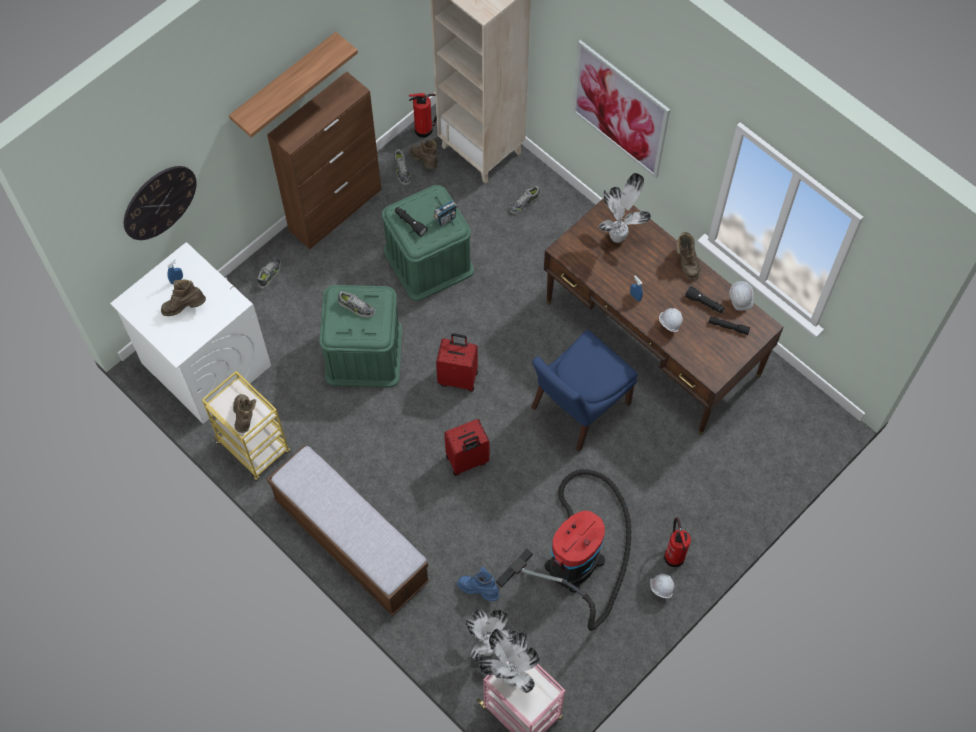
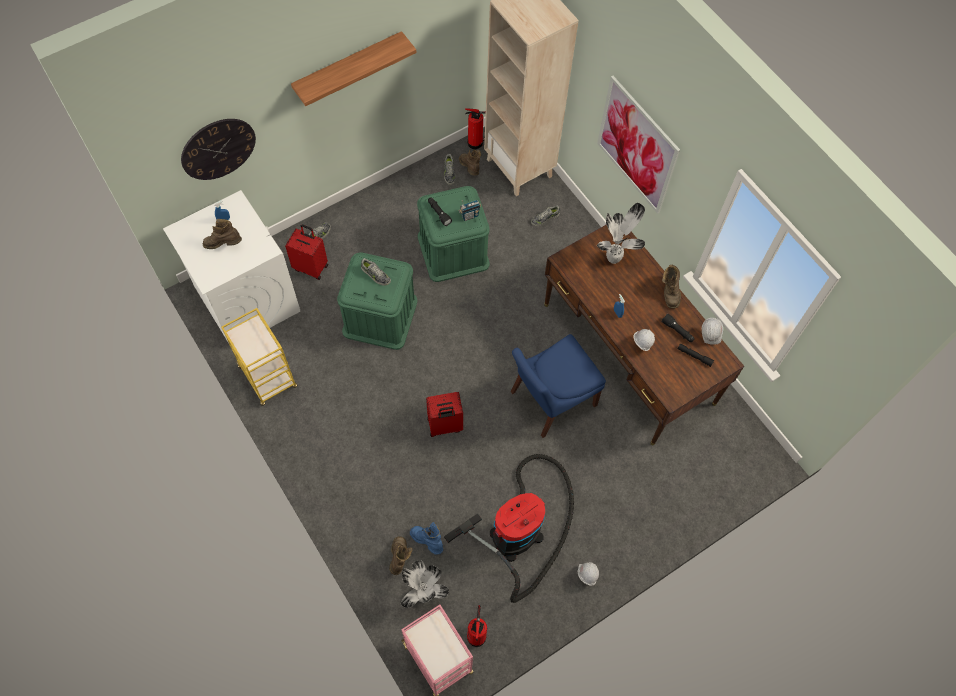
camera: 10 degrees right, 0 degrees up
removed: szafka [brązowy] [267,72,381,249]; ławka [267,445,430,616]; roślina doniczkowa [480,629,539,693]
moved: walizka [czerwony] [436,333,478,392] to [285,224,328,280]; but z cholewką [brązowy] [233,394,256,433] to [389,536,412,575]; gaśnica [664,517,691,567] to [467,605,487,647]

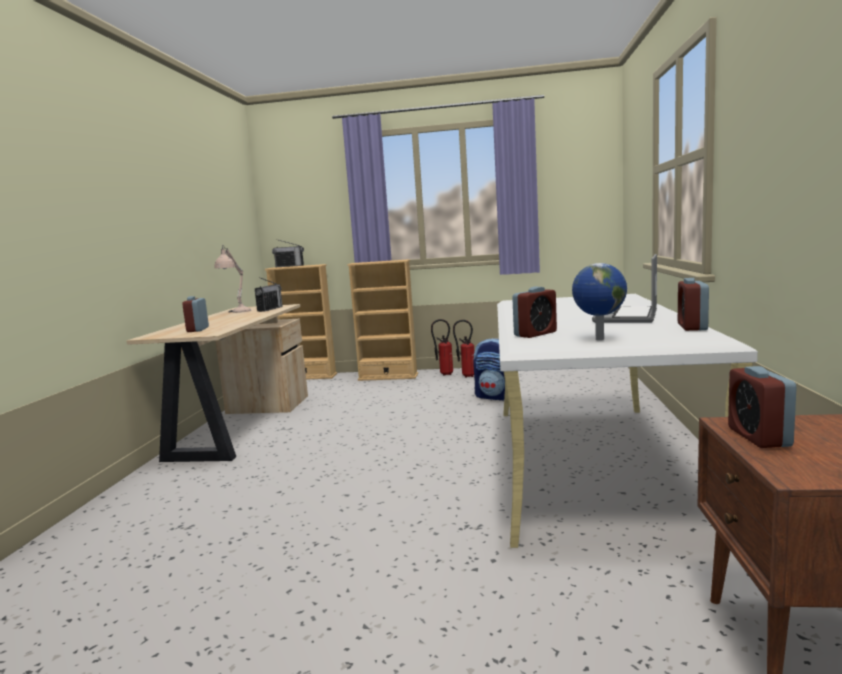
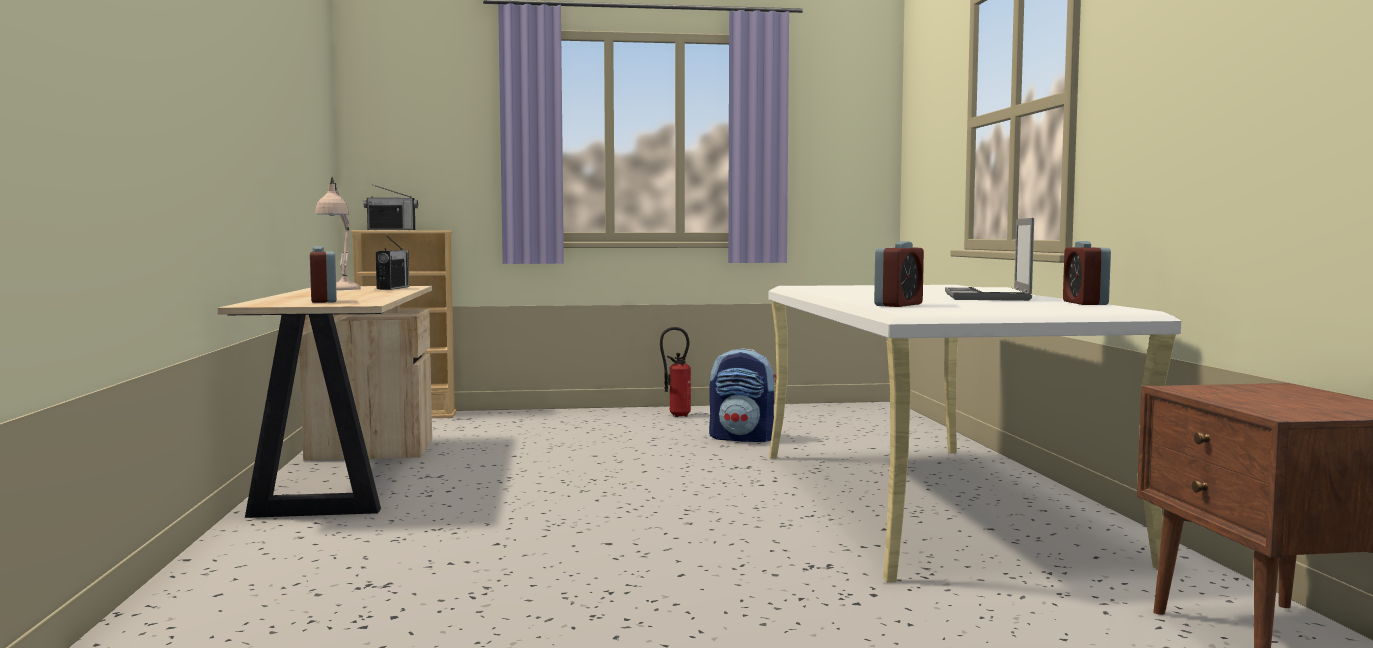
camera: 15 degrees left, 5 degrees down
removed: regał [beżowy] [347,259,418,381]; gaśnica [431,319,453,376]; globus [572,263,627,340]; budzik [728,366,797,448]

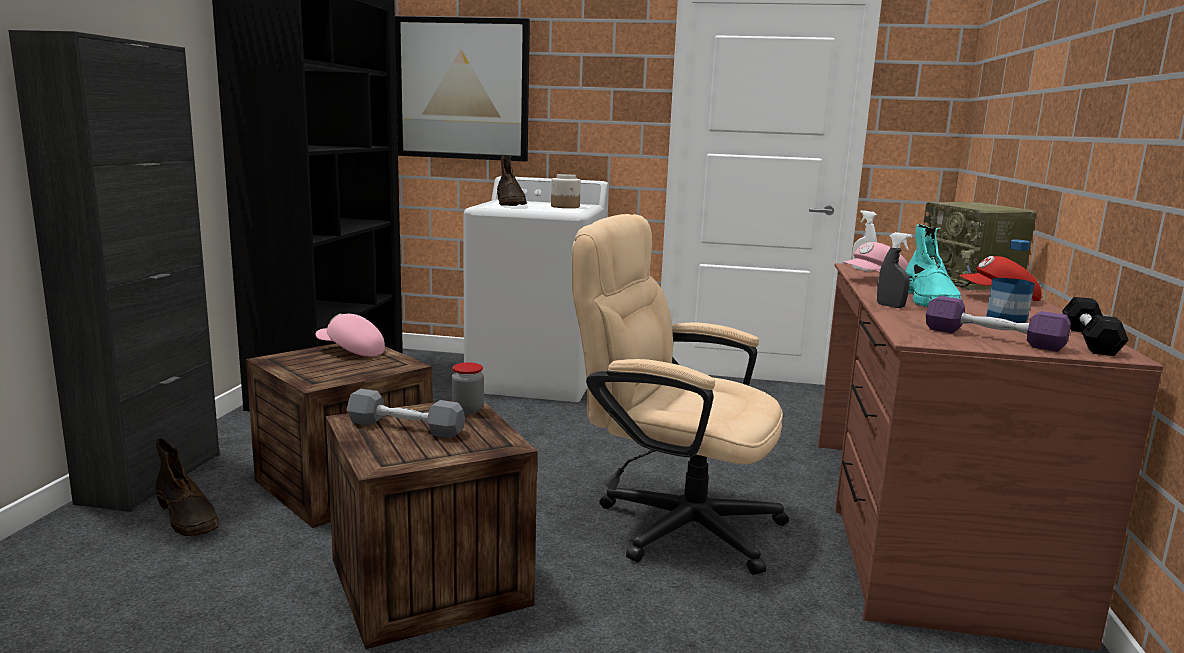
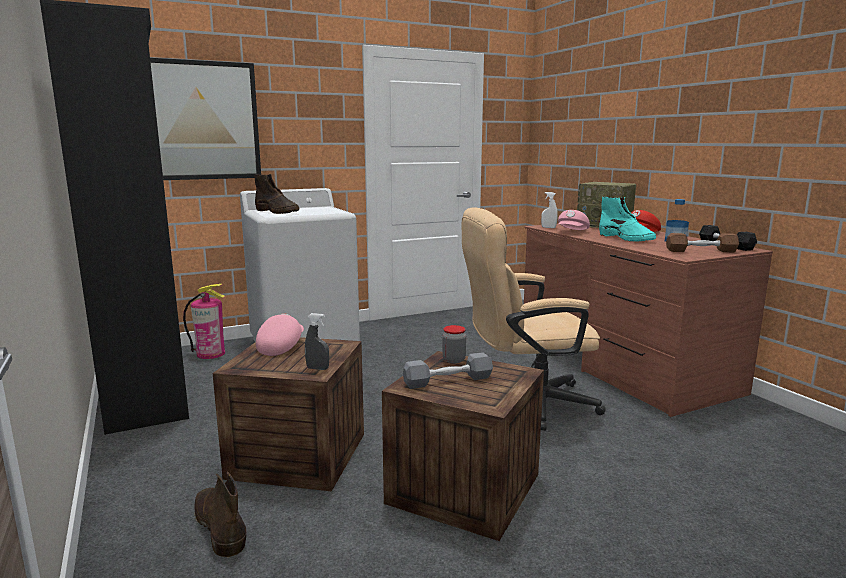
camera: 35 degrees left, 0 degrees up
removed: szafka [czarny] [8,30,220,512]; słoik [551,174,581,208]
added: gaśnica [183,284,225,359]
moved: spryskiwacz [szary] [877,232,912,308] to [305,313,329,370]
recoloured: hantel [fioletowy] [926,296,1071,352] to hantel [brązowy] [666,233,739,252]
turned: but z cholewką [brązowy] [155,438,219,536] = [194,471,246,558] 135 degrees counterclockwise; czapka z daszkiem [różowy] [315,313,385,357] = [256,313,304,356] 120 degrees clockwise

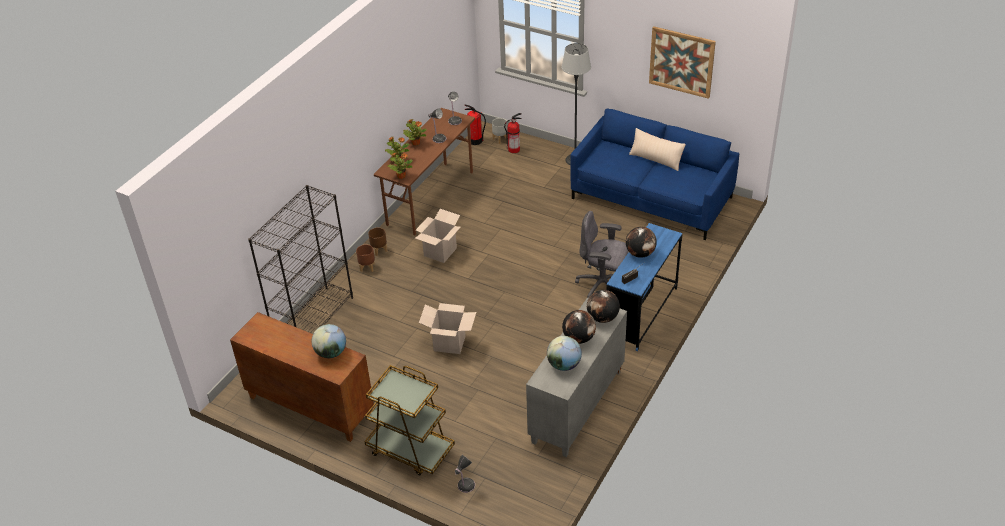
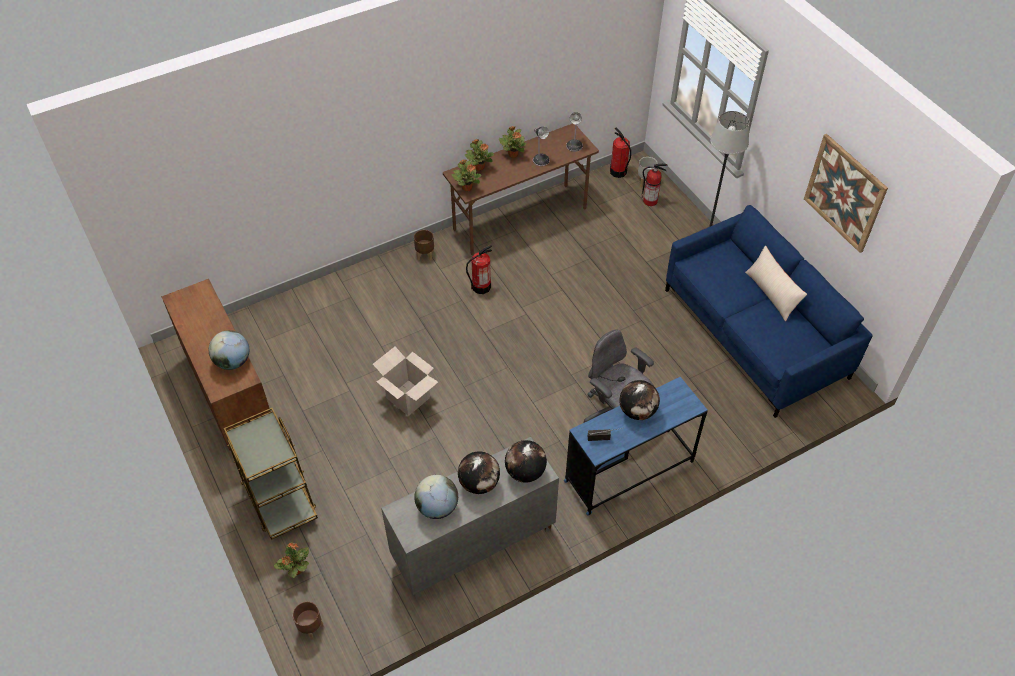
camera: 30 degrees right, 10 degrees up
removed: regał [czarny] [248,185,353,331]
moved: donica [brązowy] [356,245,375,272] to [293,602,324,640]
replaced: lampa stołowa [455,455,475,493] to roślina doniczkowa [274,542,309,578]; karton [415,209,461,263] to gaśnica [466,245,492,294]

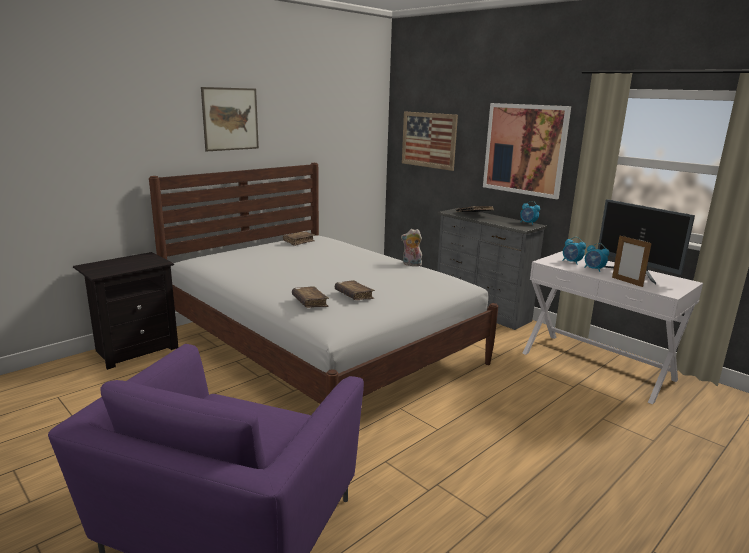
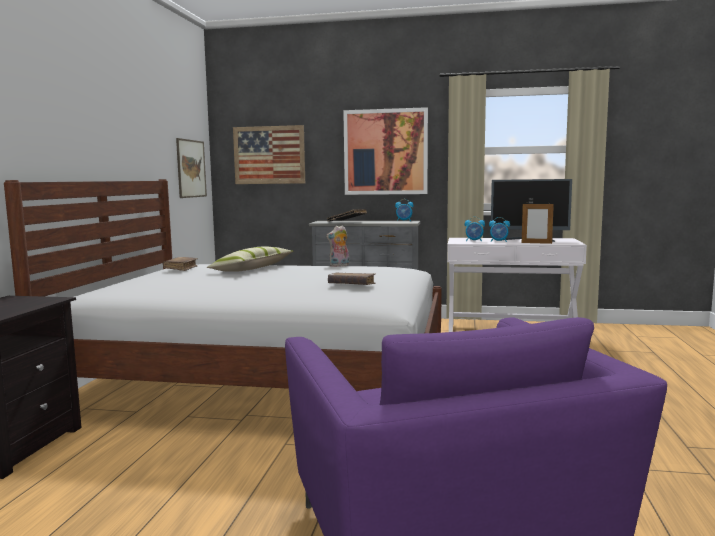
camera: 35 degrees left, 10 degrees down
removed: książka [brązowy] [292,286,329,308]
added: poduszka [207,247,293,272]
moved: obraz [201,87,259,151] to [176,138,207,198]

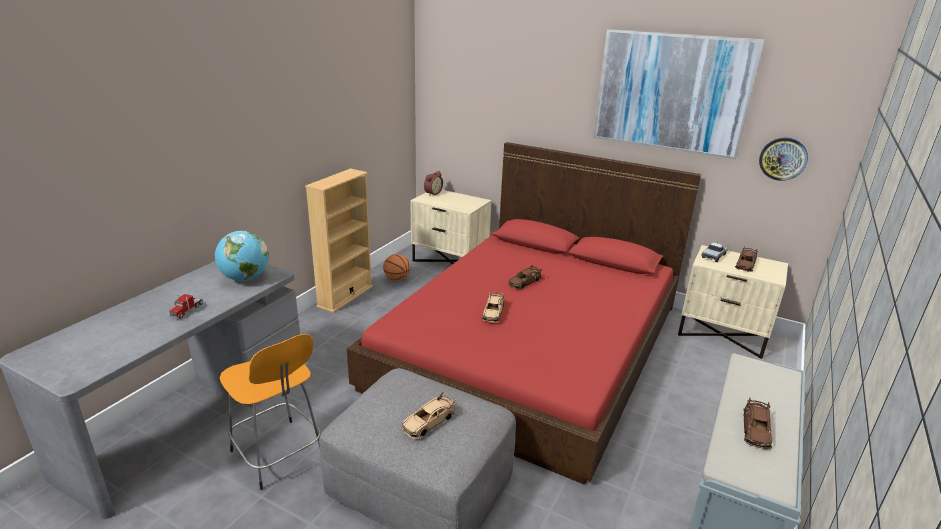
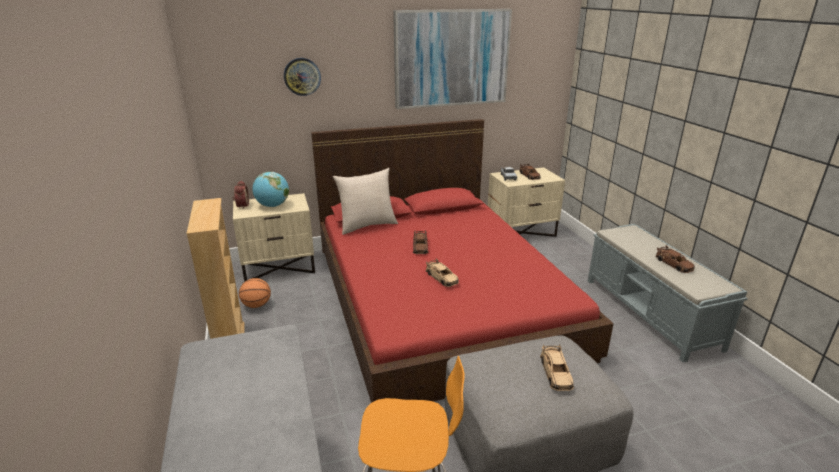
camera: 45 degrees left, 0 degrees up
removed: ciężarówka zabawkowa [169,294,203,319]
added: poduszka [beżowy] [333,168,398,235]
moved: globus [215,231,269,281] to [253,172,289,207]; zegar ścienny [759,137,808,181] to [284,58,321,96]

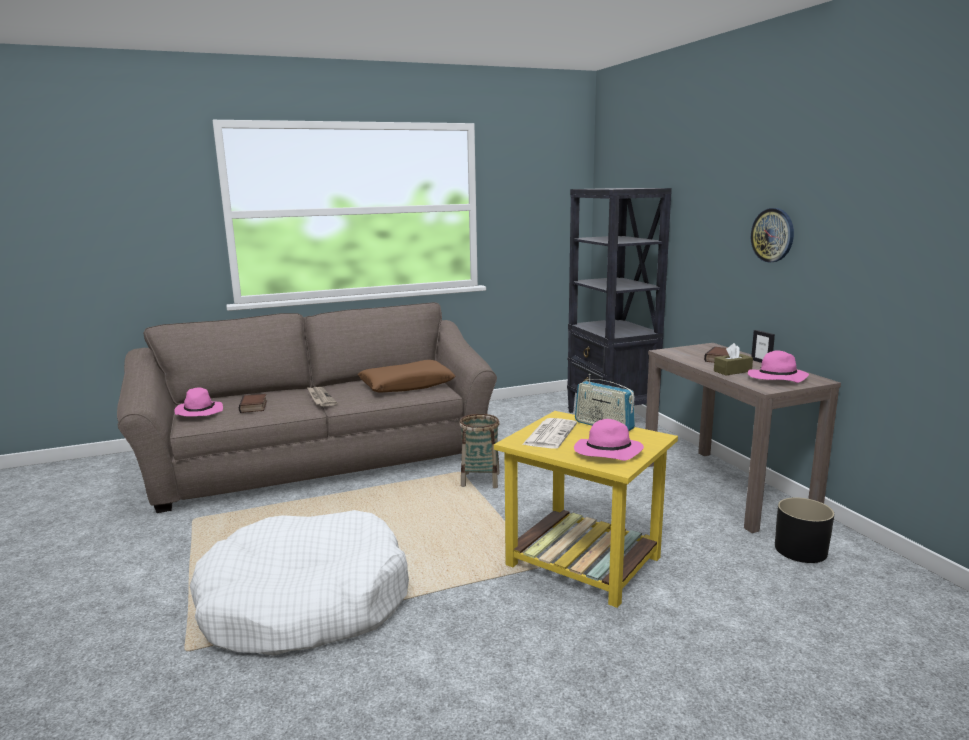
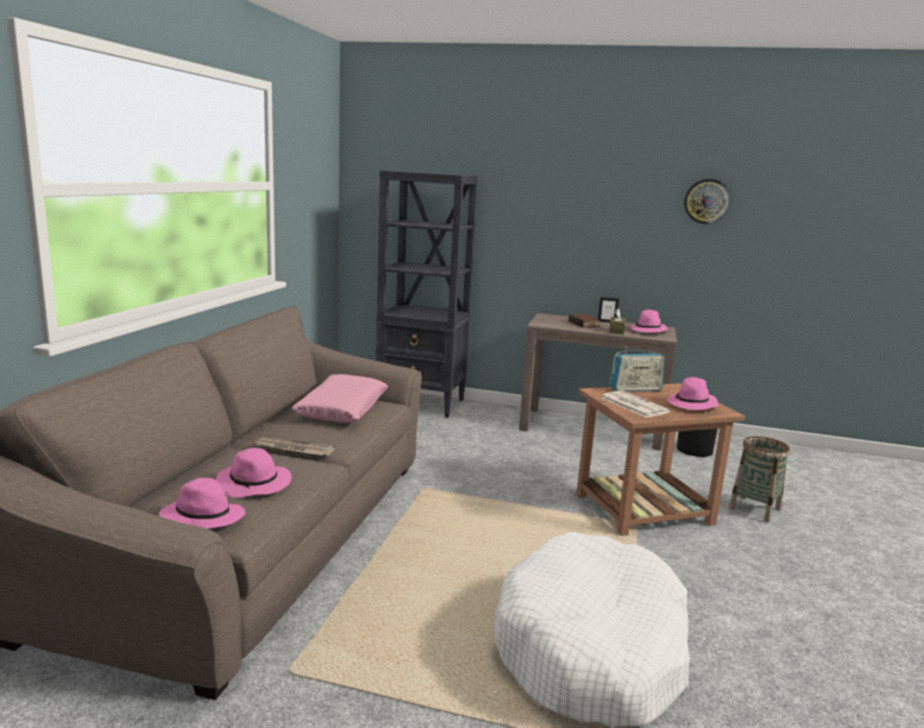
camera: 55 degrees left, 0 degrees up
moved: zegar ścienny [751,208,794,263] to [684,179,731,224]; koszyk [459,414,500,488] to [729,436,790,522]
replaced: książka [239,394,267,413] to kapelusz [różowy] [216,448,292,498]
recoloured: poduszka [brązowy] [358,360,455,392] to poduszka [różowy] [292,374,388,423]; stolik [żółty] [494,411,678,608] to stolik [brązowy] [576,383,745,536]

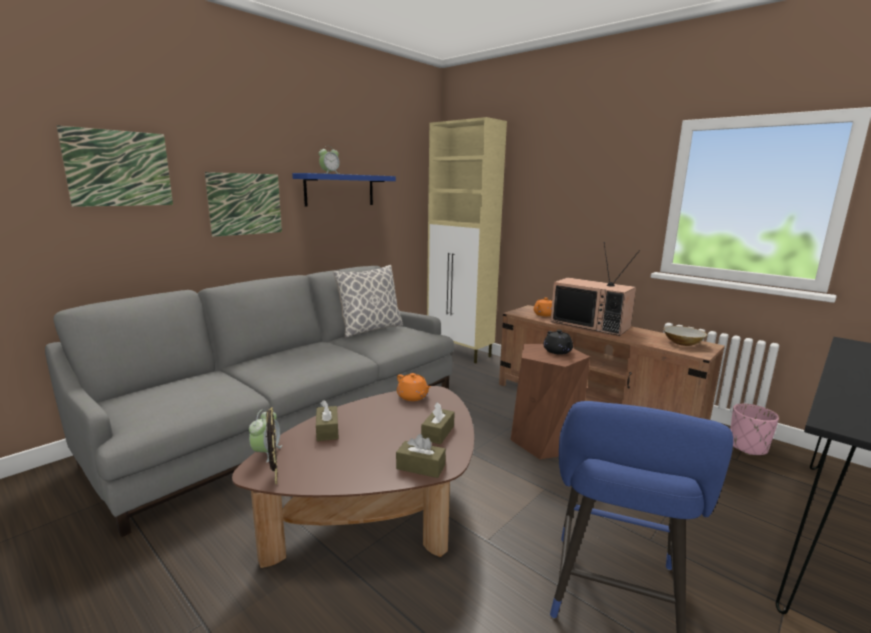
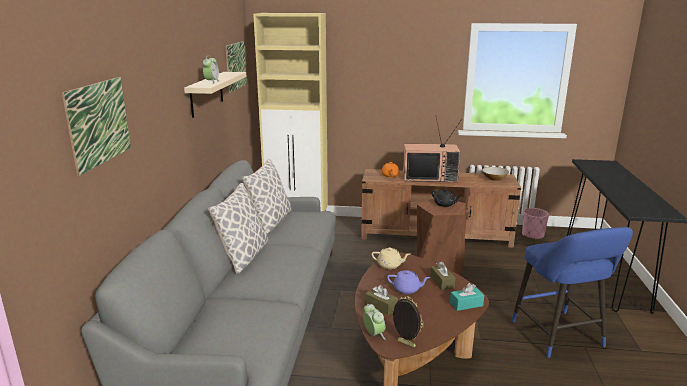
camera: 35 degrees left, 5 degrees up
added: poduszka [208,183,268,274]; imbryk [fioletowy] [387,270,430,294]
moved: obraz [204,172,282,237] to [226,41,247,93]
recoloured: półka [niebieski] [292,173,396,207] to półka [beżowy] [184,72,246,118]; imbryk [pomarańczowy] [397,373,431,401] to imbryk [beżowy] [371,248,410,269]; pudełko chusteczek [brązowy] [396,434,446,478] to pudełko chusteczek [turkusowy] [450,283,484,311]

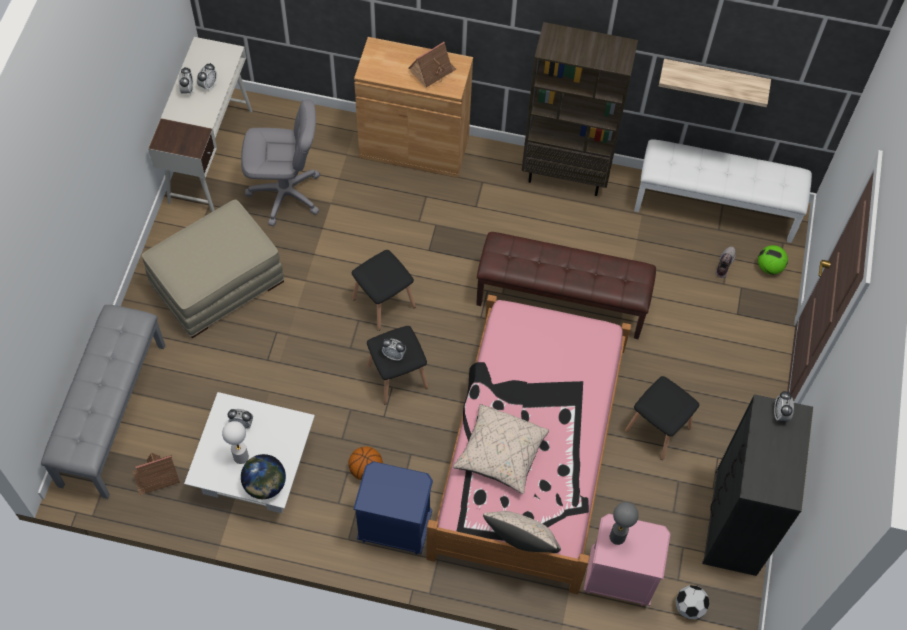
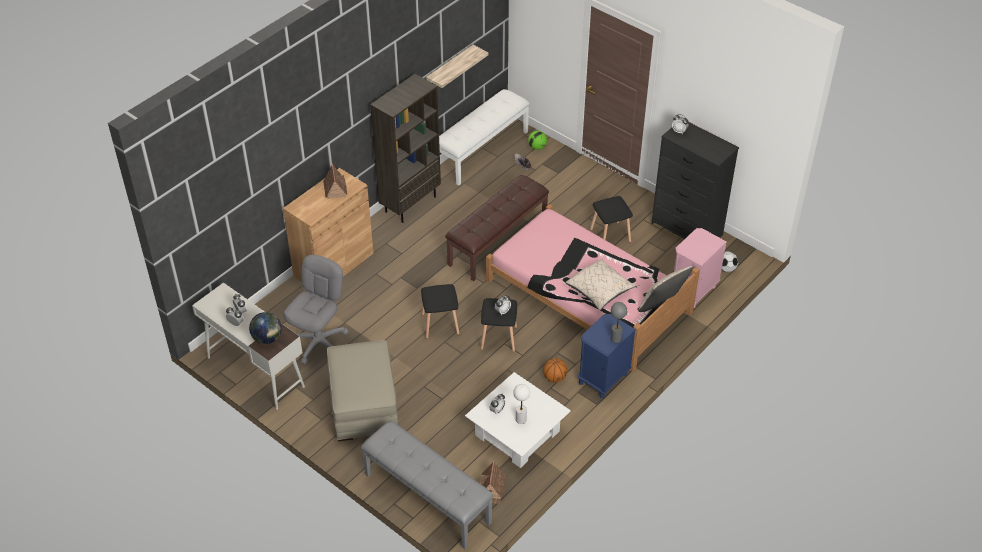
camera: 60 degrees left, 15 degrees down
moved: globus [241,454,286,499] to [249,312,282,344]; lampa stołowa [szary] [610,502,639,545] to [611,302,627,343]

